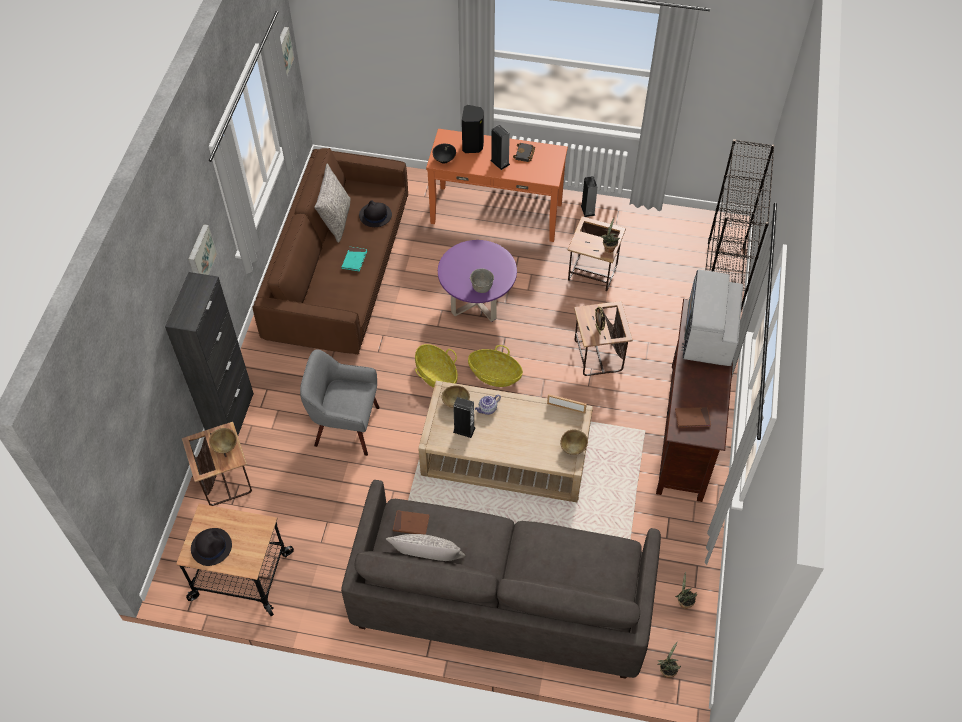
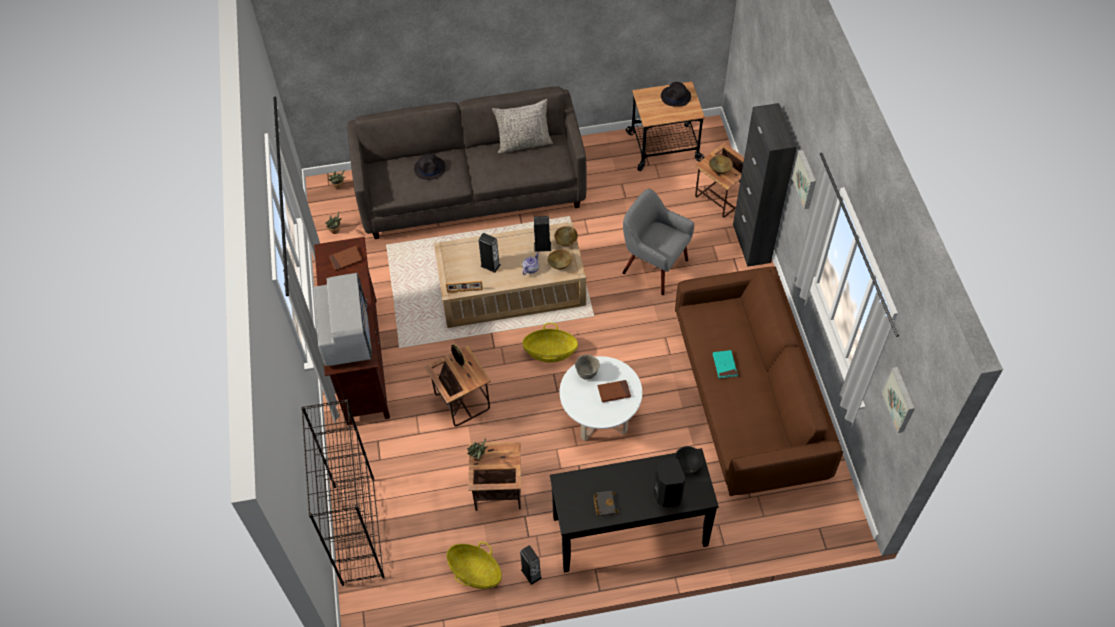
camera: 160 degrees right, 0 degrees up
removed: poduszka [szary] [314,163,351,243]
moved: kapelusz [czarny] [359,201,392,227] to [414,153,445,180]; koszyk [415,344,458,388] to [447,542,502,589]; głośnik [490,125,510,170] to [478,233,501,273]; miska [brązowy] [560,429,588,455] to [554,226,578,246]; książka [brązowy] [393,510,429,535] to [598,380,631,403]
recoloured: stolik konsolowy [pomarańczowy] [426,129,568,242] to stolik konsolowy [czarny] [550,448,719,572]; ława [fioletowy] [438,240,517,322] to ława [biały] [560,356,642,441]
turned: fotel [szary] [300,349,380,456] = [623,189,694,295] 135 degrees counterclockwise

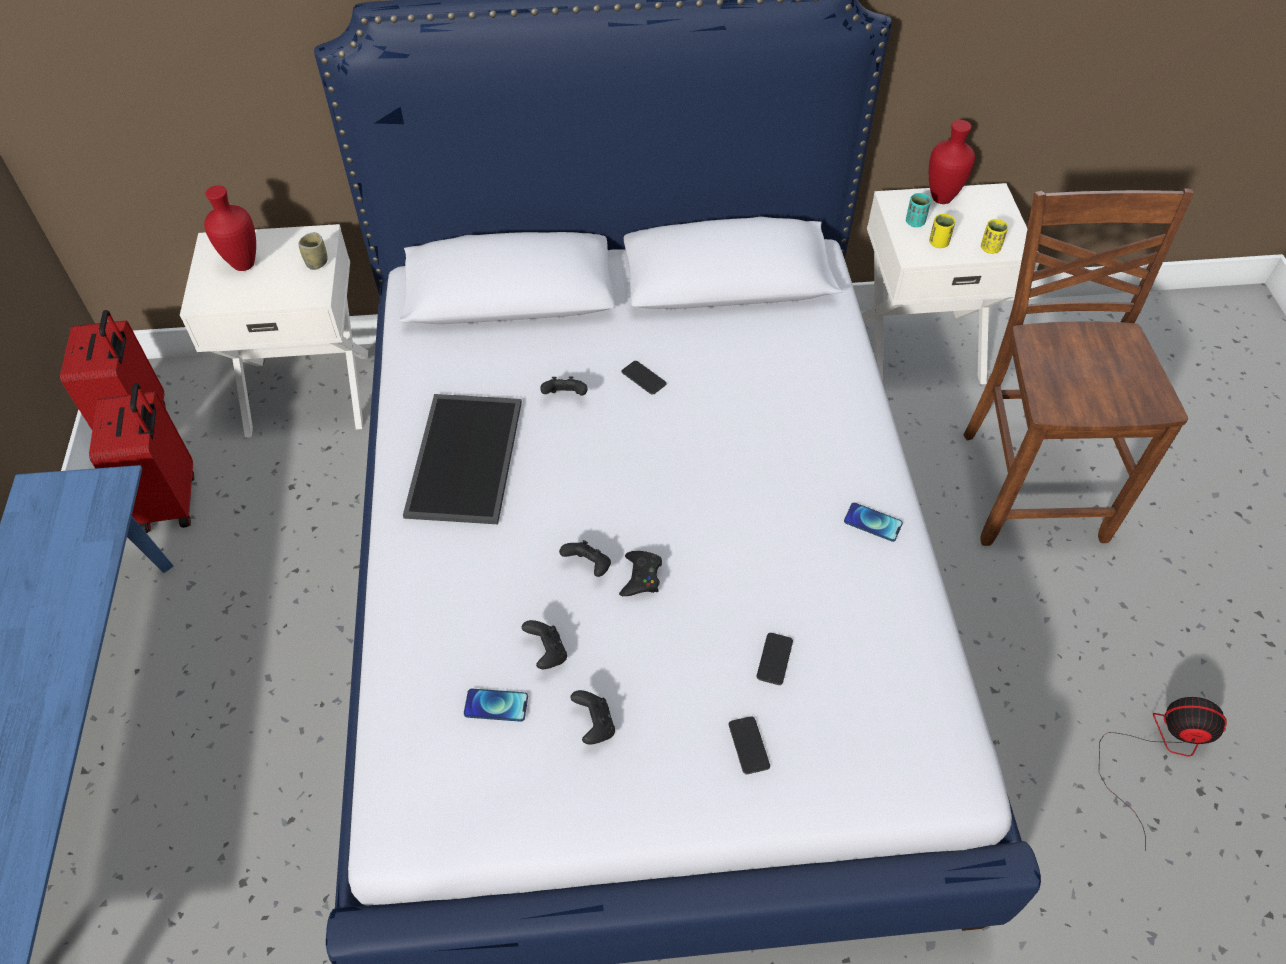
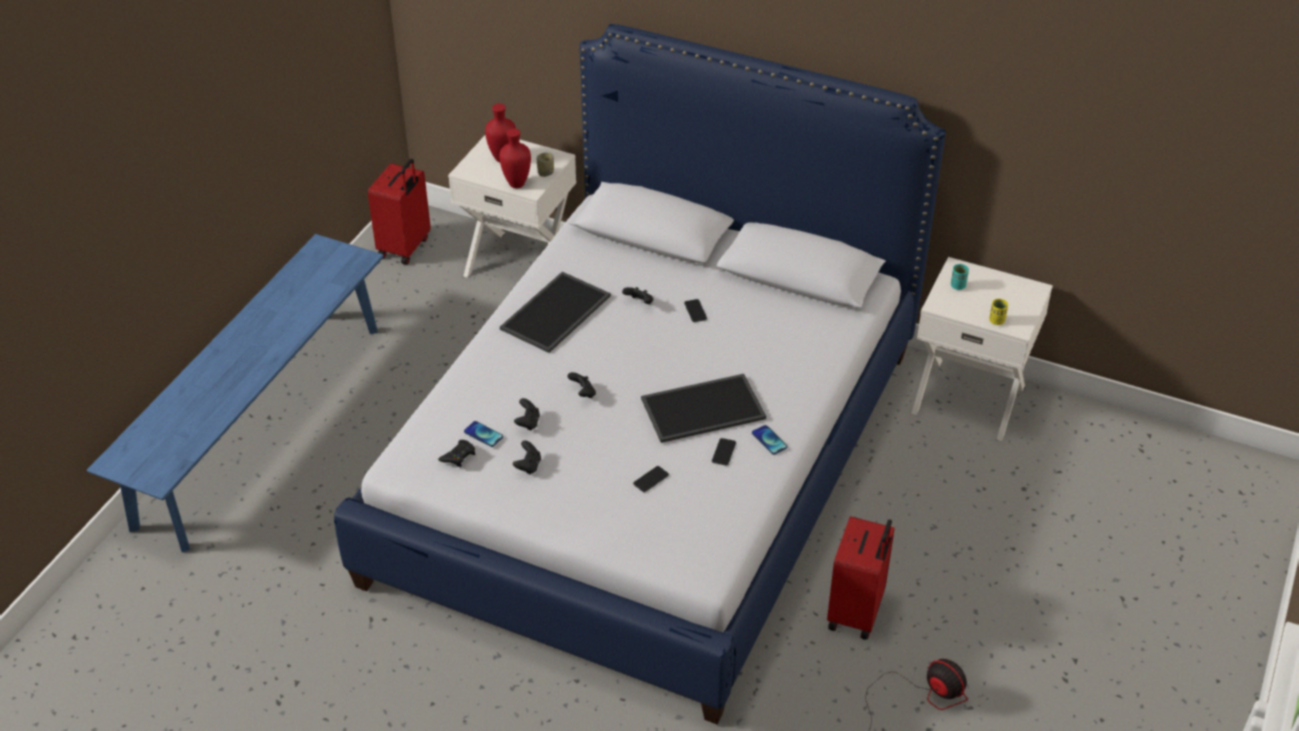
camera: 30 degrees right, 10 degrees down
removed: filiżanka [żółty] [929,214,956,248]; krzesło [brązowy] [964,188,1194,546]
added: taca [641,374,766,443]
moved: pad do gier [czarny] [619,551,662,596] to [438,440,475,467]; wazon [czerwony] [929,120,975,204] to [499,128,531,188]; telefon [729,716,770,774] to [712,438,736,466]; walizka [czerwony] [89,383,194,533] to [827,516,895,640]

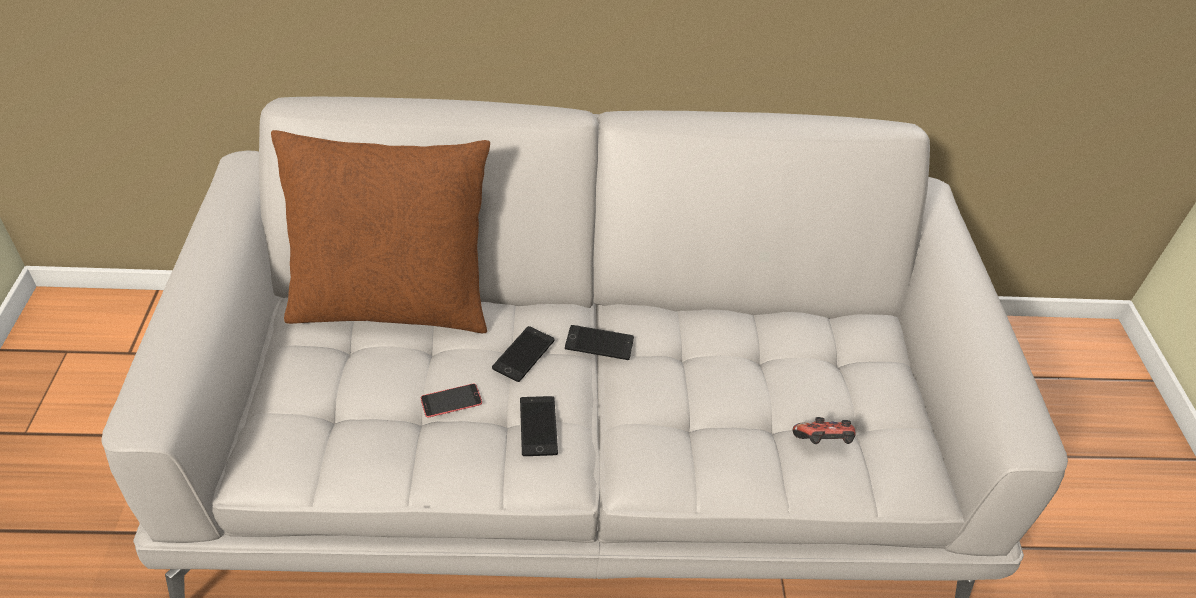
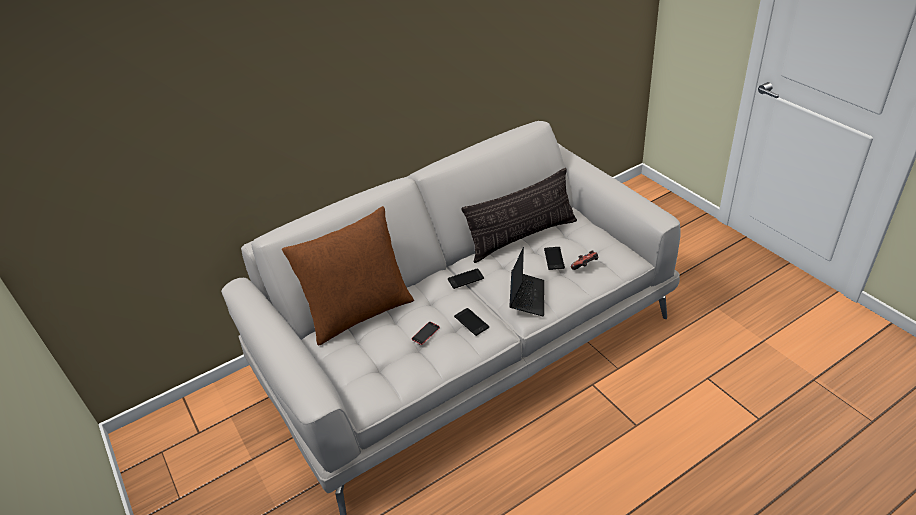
camera: 25 degrees left, 5 degrees down
added: poduszka [462,168,577,263]; laptop [509,247,544,316]
moved: telefon [492,326,555,382] to [544,247,565,270]

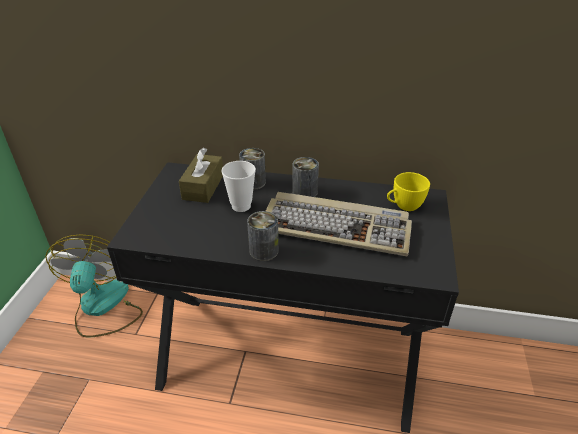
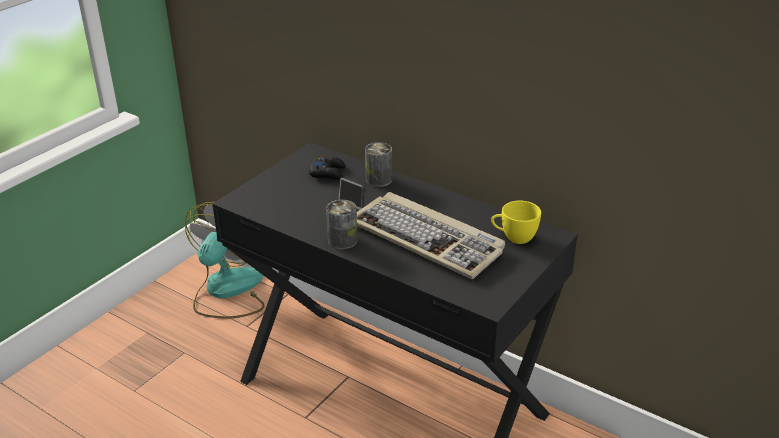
camera: 25 degrees right, 5 degrees down
removed: puszka [292,157,319,197]
replaced: pudełko chusteczek [brązowy] [179,148,223,203] to pad do gier [czarny] [309,157,345,180]; filiżanka [221,161,256,212] to telefon [339,178,363,210]

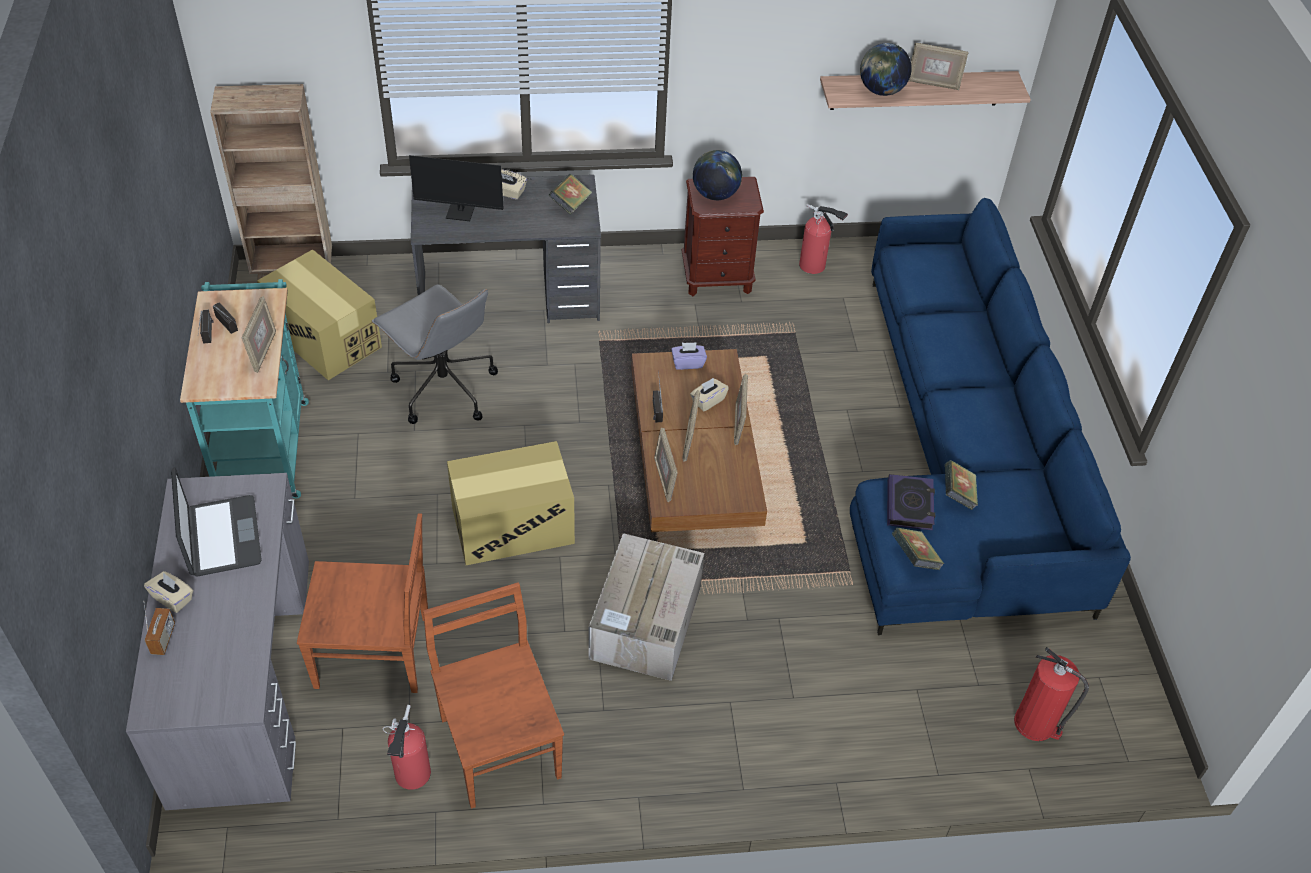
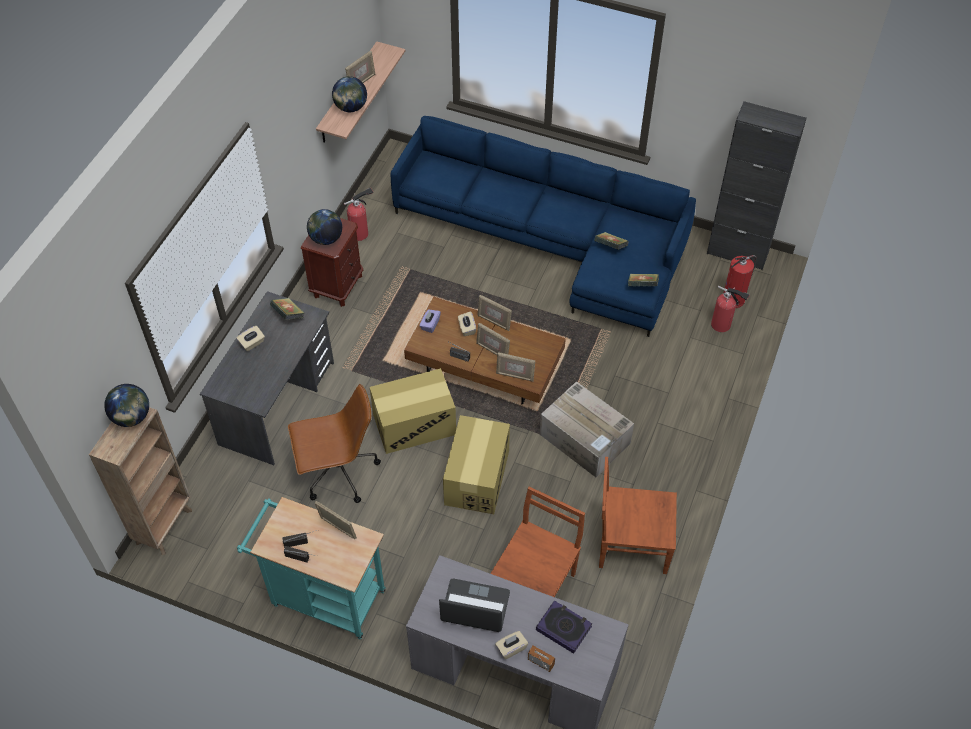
camera: 60 degrees left, 5 degrees up
removed: monitor [409,155,530,221]
added: globus [104,384,149,427]; szafka [czarny] [707,101,807,270]
moved: karton [257,249,382,380] to [370,368,456,454]; książka [887,474,935,530] to [536,600,592,654]; gaśnica [383,705,431,790] to [711,286,750,332]
recoloured: krzesło biurowe [szary] [372,284,498,424] to krzesło biurowe [brązowy] [288,384,381,503]

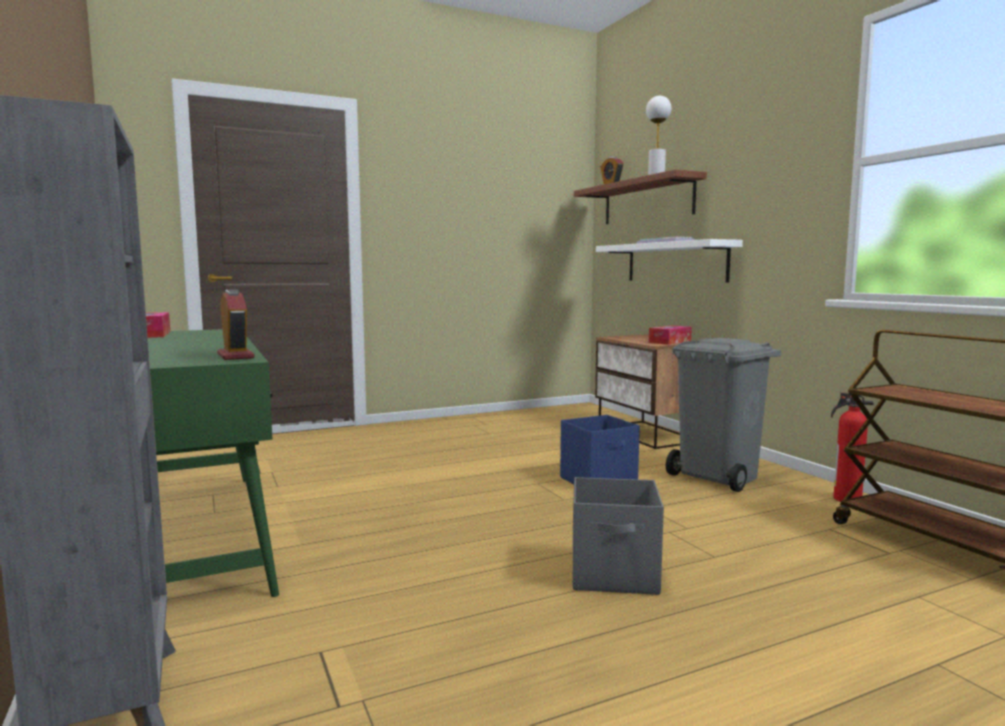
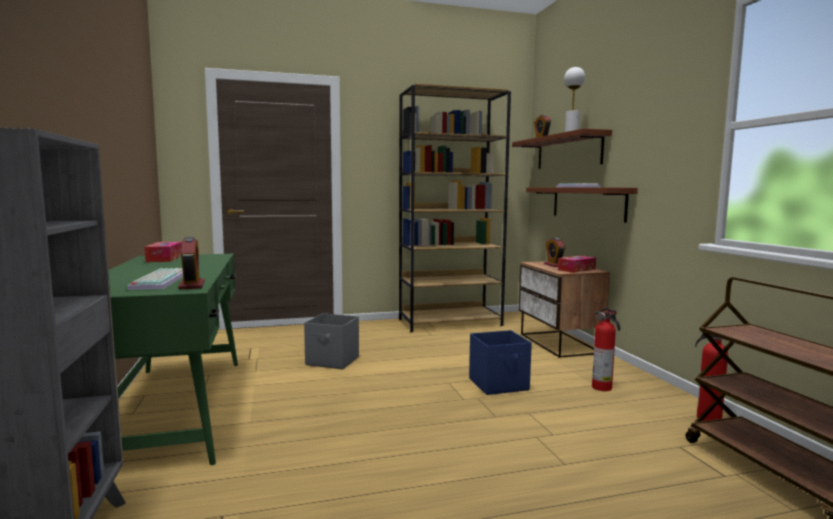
camera: 10 degrees right, 0 degrees up
added: klawiatura [127,268,183,290]; regał [brązowy] [399,83,511,332]; budzik [544,238,565,267]
moved: pojemnik do przechowywania [szary] [573,477,664,595] to [304,313,359,370]
replaced: kosz na śmieci [szary] [666,338,781,492] to gaśnica [592,308,620,391]
recoloured: półka [biały] [596,239,743,283] to półka [brązowy] [526,187,638,223]

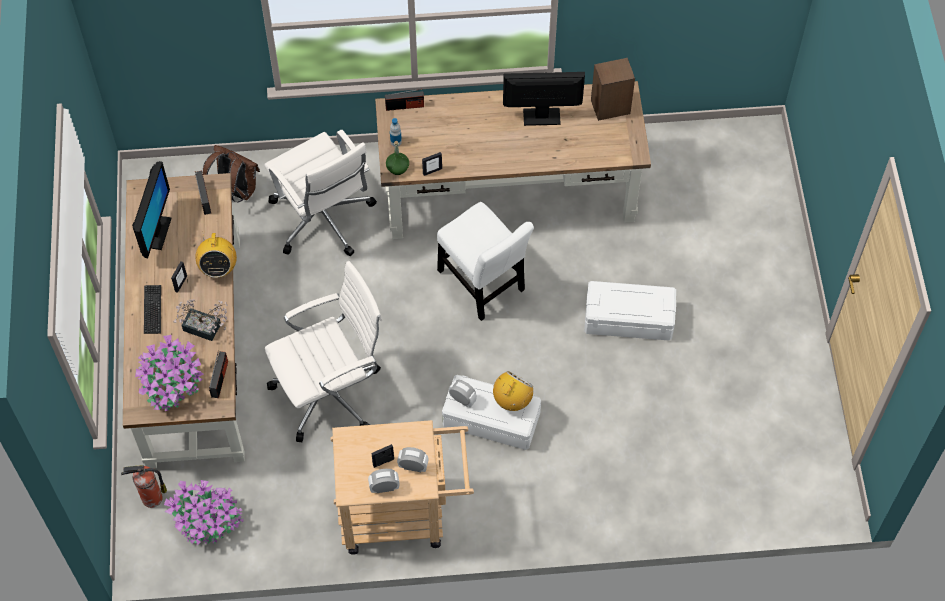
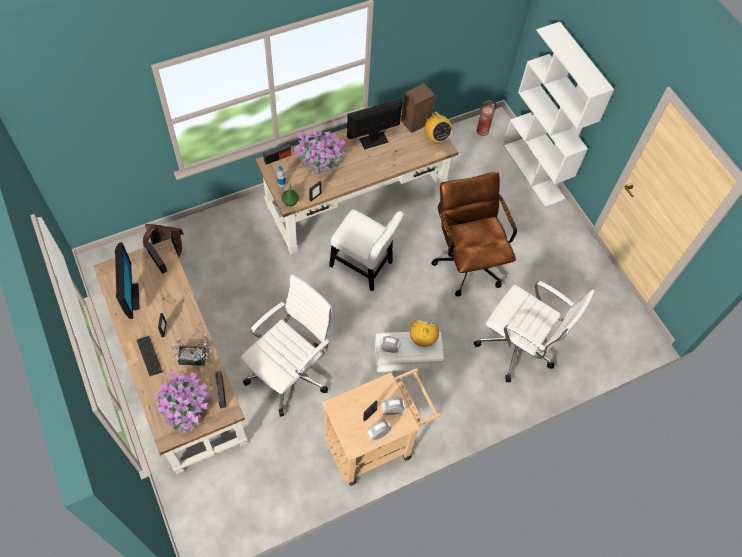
camera: 25 degrees left, 0 degrees up
added: regał [biały] [503,22,614,207]
moved: roślina doniczkowa [164,480,244,545] to [294,131,347,175]; radio [195,231,237,278] to [424,112,452,143]; krzesło biurowe [biały] [264,129,377,256] to [474,281,595,382]; gaśnica [121,465,167,508] to [477,100,496,136]
replaced: pojemnik do przechowywania [biały] [584,281,676,341] to krzesło biurowe [brązowy] [431,172,517,297]

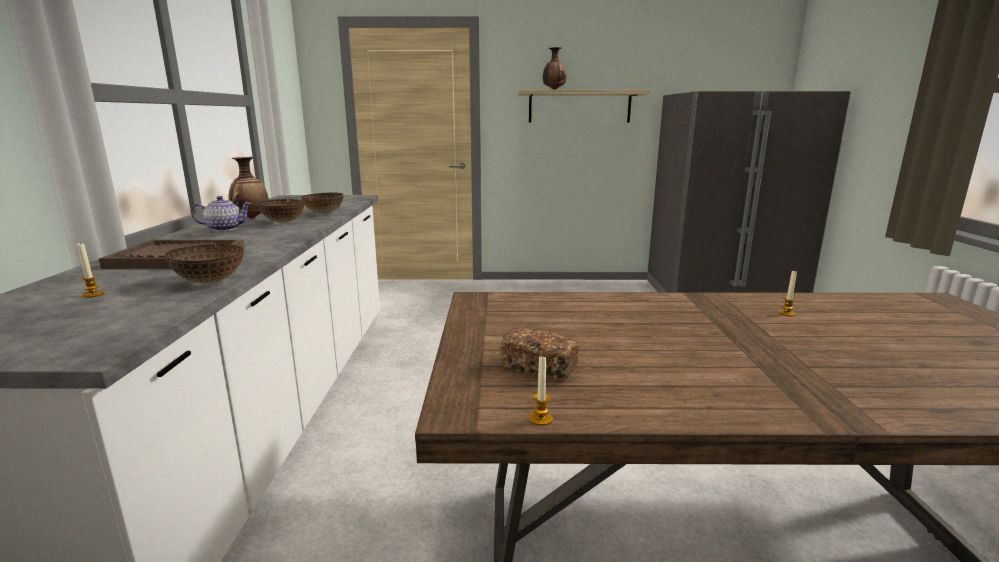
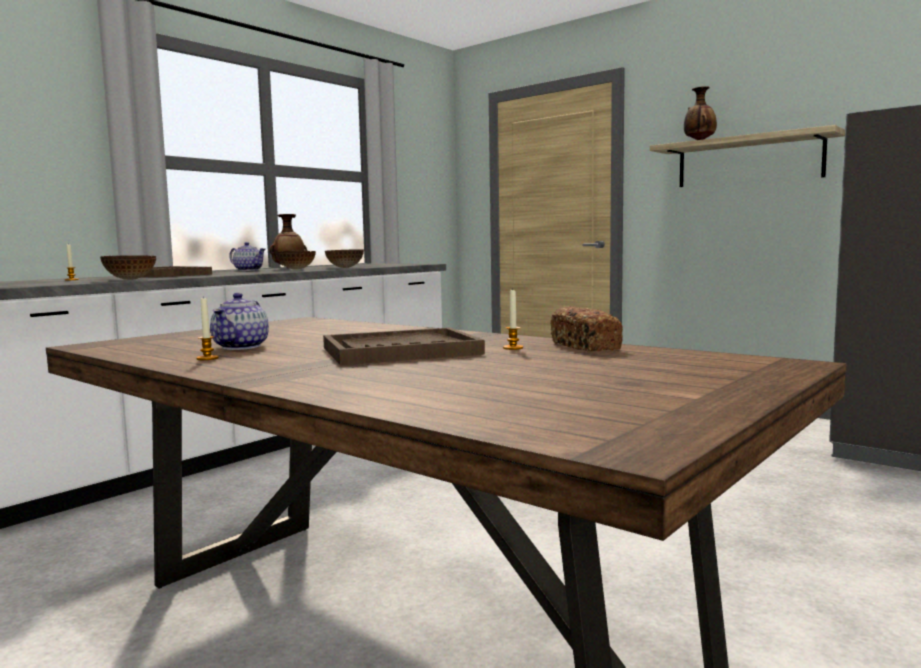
camera: 40 degrees right, 10 degrees down
added: imbryk [210,293,269,350]; taca [brązowy] [323,328,485,365]
moved: świeca [529,355,553,426] to [197,296,219,360]; chleb [500,327,579,381] to [550,306,623,351]

